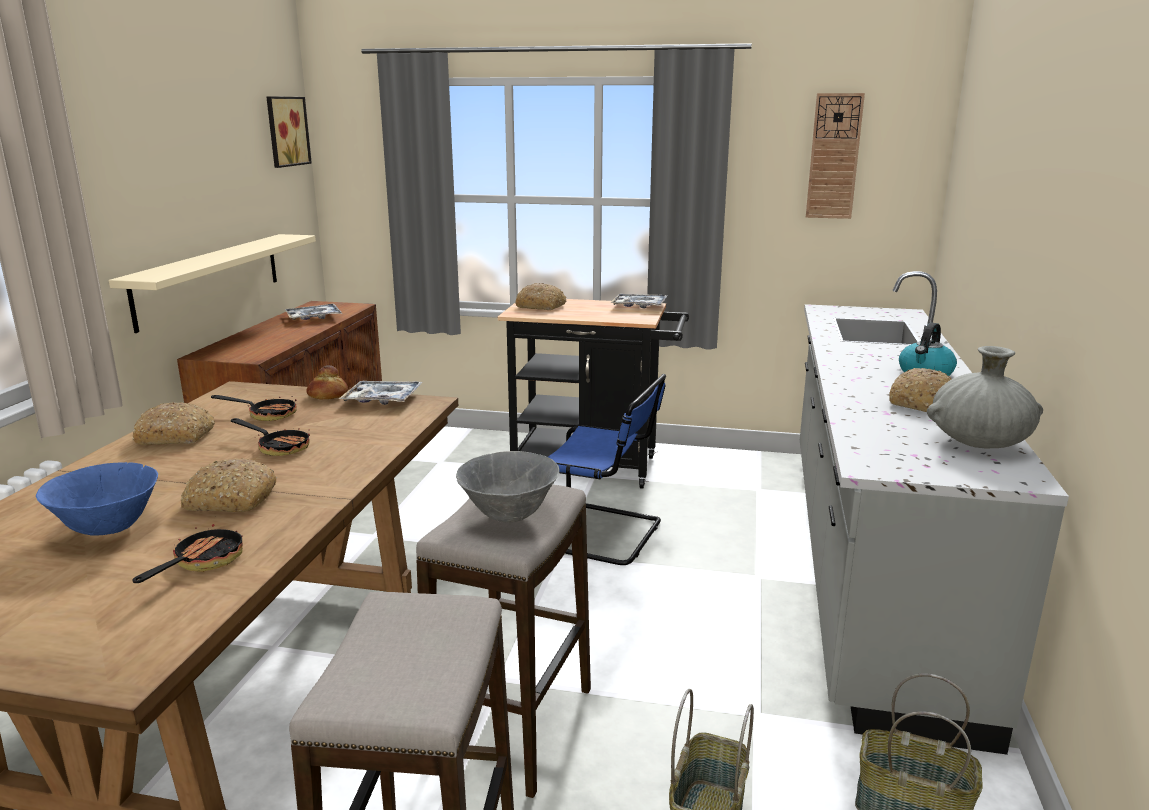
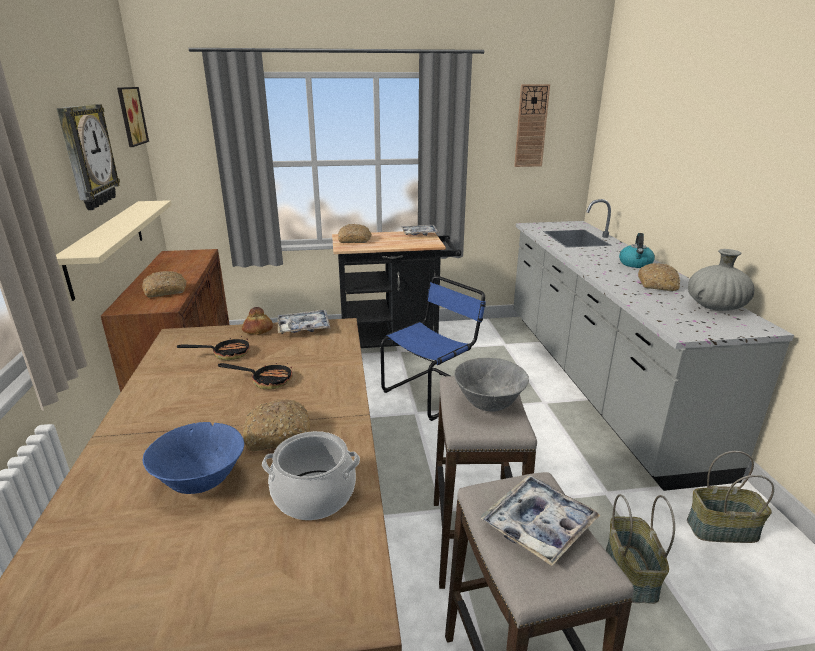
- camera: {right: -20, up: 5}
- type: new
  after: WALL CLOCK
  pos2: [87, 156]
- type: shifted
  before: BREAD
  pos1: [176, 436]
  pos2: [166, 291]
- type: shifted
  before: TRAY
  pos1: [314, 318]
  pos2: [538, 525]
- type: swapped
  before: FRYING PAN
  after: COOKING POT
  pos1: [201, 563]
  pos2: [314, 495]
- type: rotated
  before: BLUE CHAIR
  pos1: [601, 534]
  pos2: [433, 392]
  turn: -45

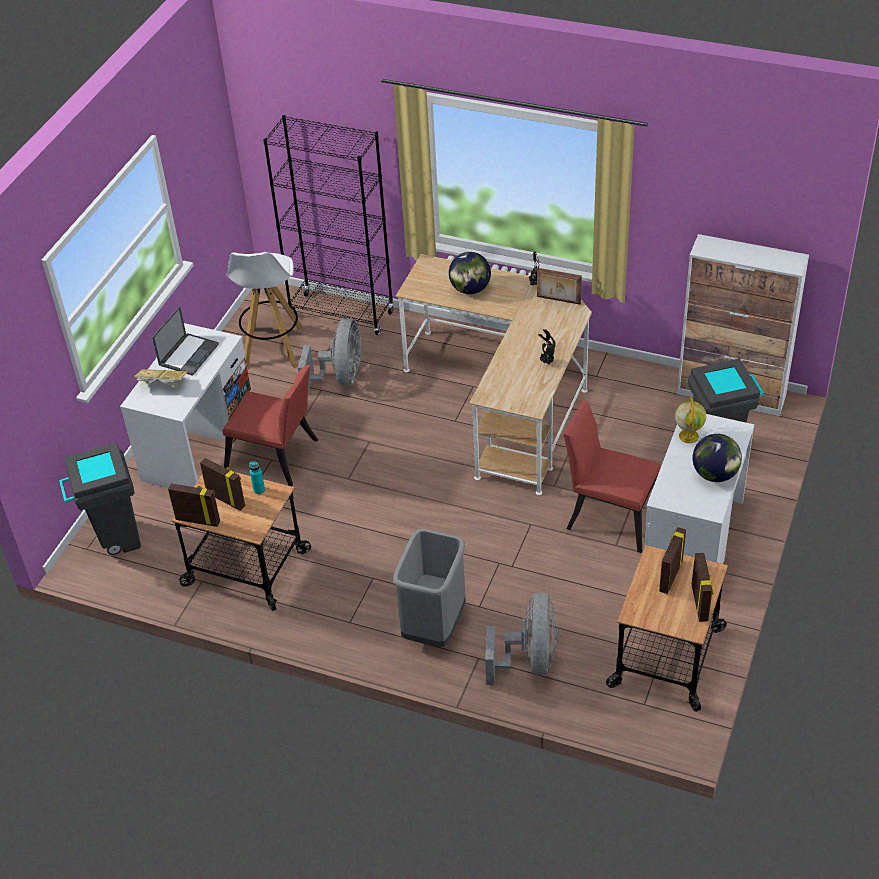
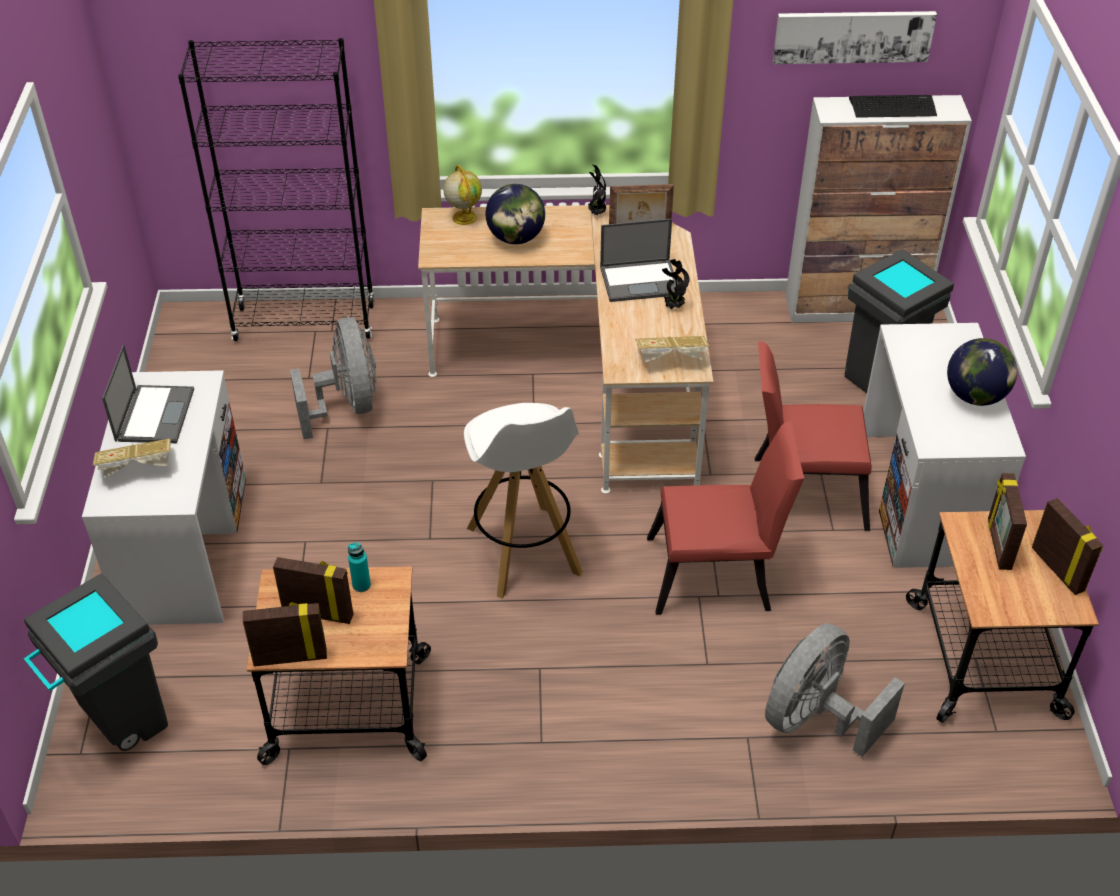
- camera: {right: -25, up: 0}
- type: gone
  before: GREY TRASH CAN
  pos1: [434, 626]
- type: new
  after: LAPTOP
  pos2: [640, 280]
- type: new
  after: BOOK
  pos2: [671, 360]
- type: new
  after: PICTURE
  pos2: [853, 36]
- type: new
  after: KEYBOARD
  pos2: [893, 107]
- type: shifted
  before: RED CHAIR
  pos1: [276, 458]
  pos2: [717, 574]
- type: shifted
  before: WHITE STOOL
  pos1: [272, 348]
  pos2: [524, 551]
- type: shifted
  before: GLOBE
  pos1: [688, 435]
  pos2: [464, 217]
- type: rotated
  before: GREY FAN
  pos1: [529, 660]
  pos2: [816, 719]
  turn: -120

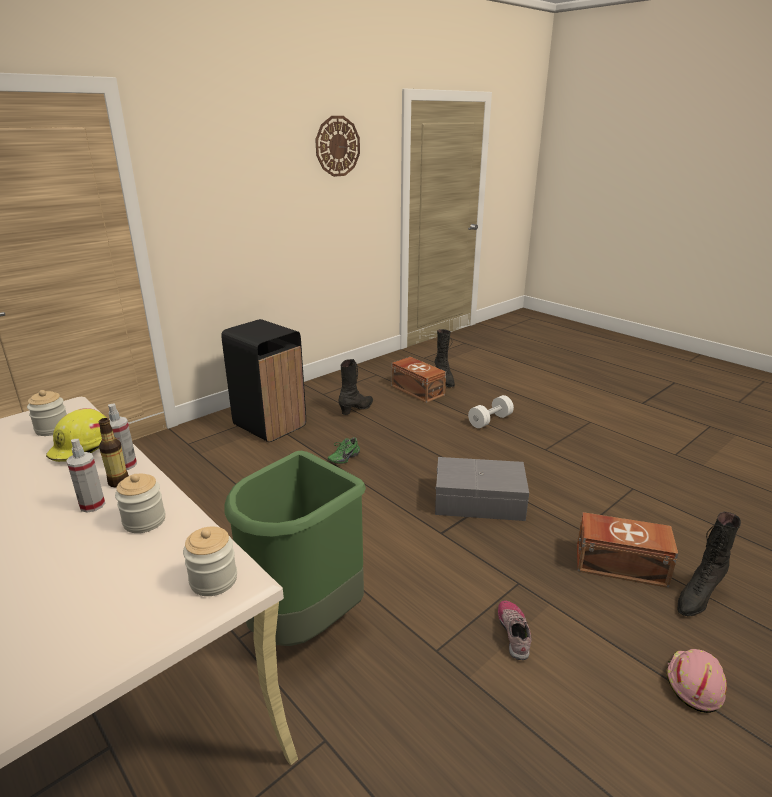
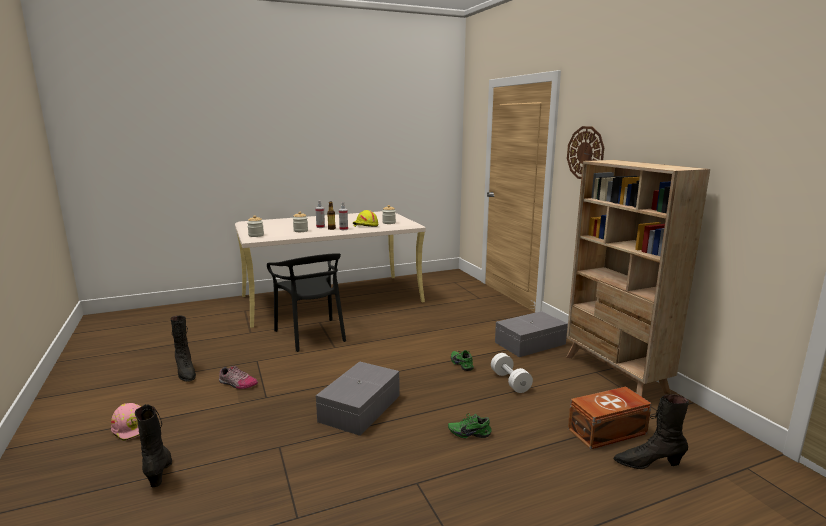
- camera: {right: 110, up: -10}
- type: gone
  before: BROWN STORAGE BOX
  pos1: [619, 563]
- type: new
  after: GREEN SHOE
  pos2: [469, 433]
- type: new
  after: BEIGE BOOKCASE
  pos2: [615, 374]
- type: shifted
  before: WALL CLOCK
  pos1: [337, 146]
  pos2: [585, 153]
- type: shifted
  before: BLACK BOOT
  pos1: [357, 409]
  pos2: [185, 372]
- type: shifted
  before: WHITE DUMBBELL
  pos1: [490, 420]
  pos2: [510, 381]
- type: swapped
  before: BLACK TRASH CAN
  after: GREY STORAGE BOX
  pos1: [270, 425]
  pos2: [531, 343]
- type: swapped
  before: GREEN TRASH CAN
  after: BLACK CHAIR
  pos1: [304, 623]
  pos2: [311, 335]

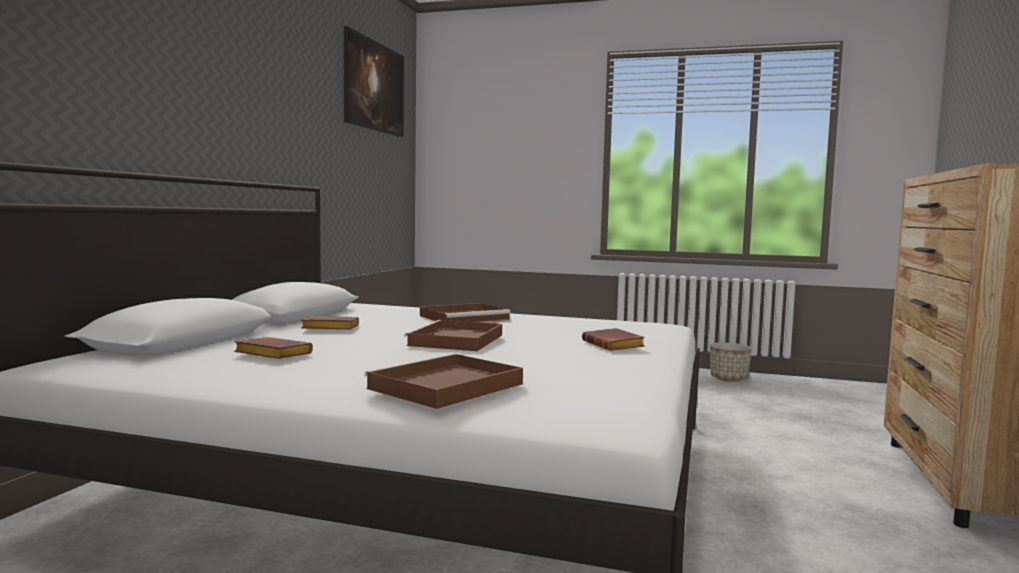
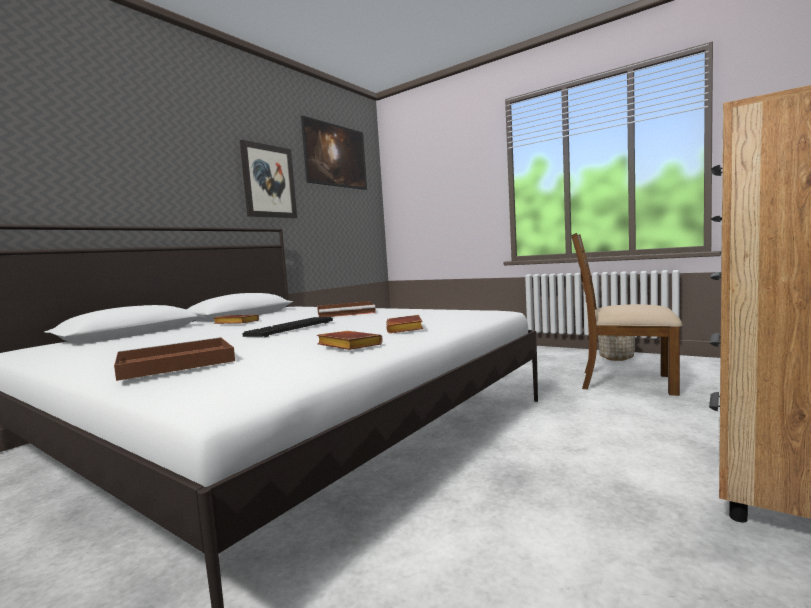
- camera: {right: 20, up: 0}
- type: new
  after: PICTURE
  pos2: [269, 181]
- type: new
  after: BROWN CHAIR
  pos2: [625, 382]
- type: shifted
  before: BROWN BOOK
  pos1: [270, 354]
  pos2: [347, 346]
- type: swapped
  before: BROWN TRAY
  after: KEYBOARD
  pos1: [456, 341]
  pos2: [291, 329]

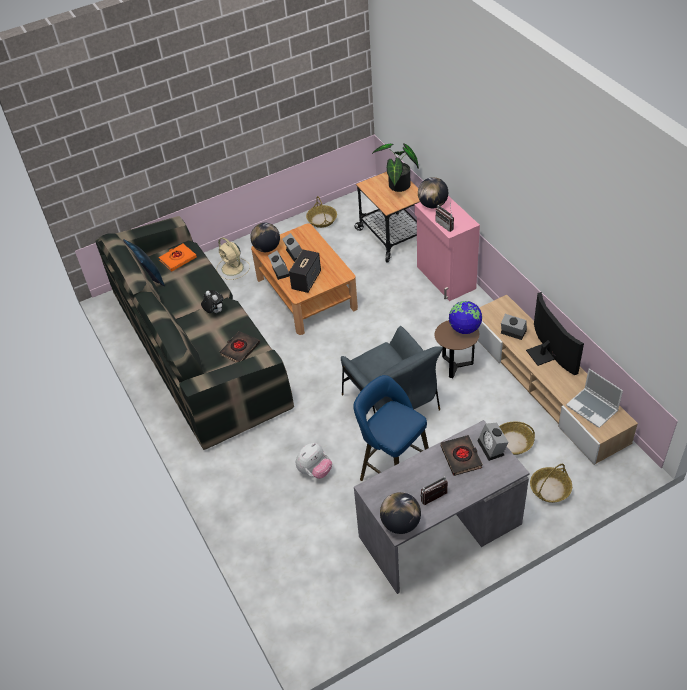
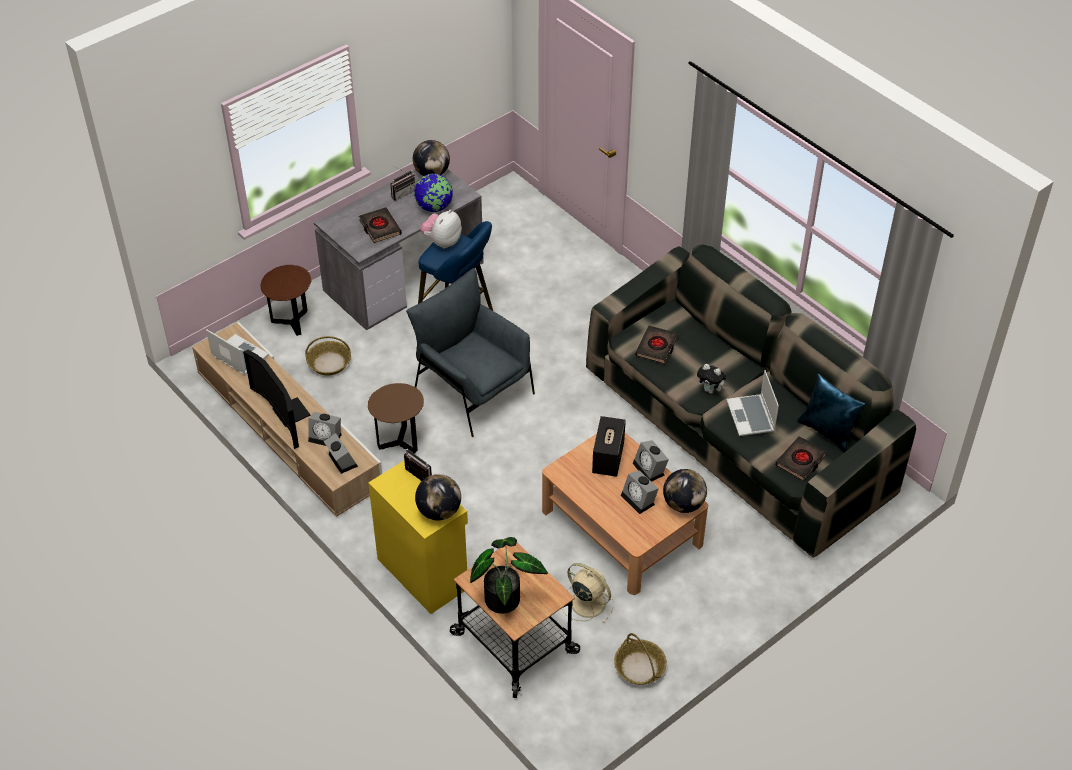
- camera: {right: 165, up: 0}
- type: new
  after: LAPTOP
  pos2: [751, 417]
- type: shifted
  before: BEIGE FAN
  pos1: [233, 268]
  pos2: [586, 602]
- type: shifted
  before: PLUSH TOY
  pos1: [314, 471]
  pos2: [442, 242]
- type: shifted
  before: GLOBE
  pos1: [464, 328]
  pos2: [434, 207]
- type: shifted
  before: ALARM CLOCK
  pos1: [492, 448]
  pos2: [341, 460]
- type: swapped
  before: BASKET
  after: BROWN SIDE TABLE
  pos1: [550, 489]
  pos2: [292, 322]
- type: repainted
  before: ORANGE BOOK
  after: BLACK BOOK
  pos1: [178, 259]
  pos2: [800, 461]
- type: repainted
  before: PINK CABINET
  after: YELLOW CABINET
  pos1: [445, 278]
  pos2: [423, 572]

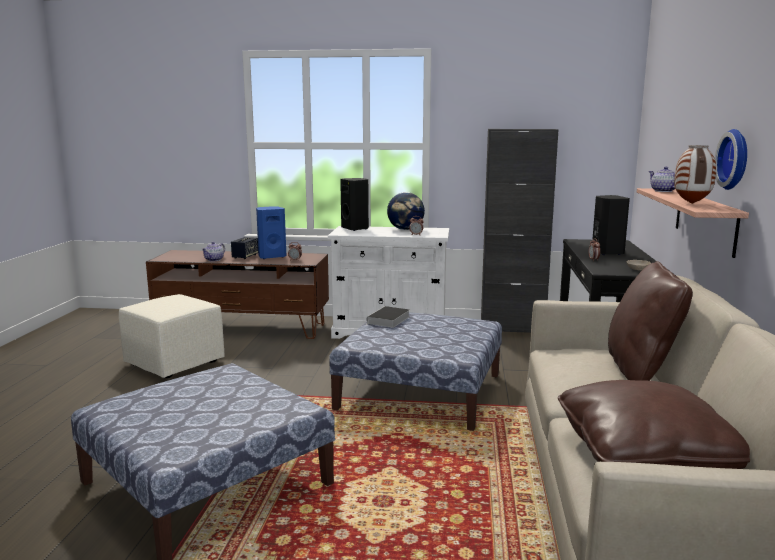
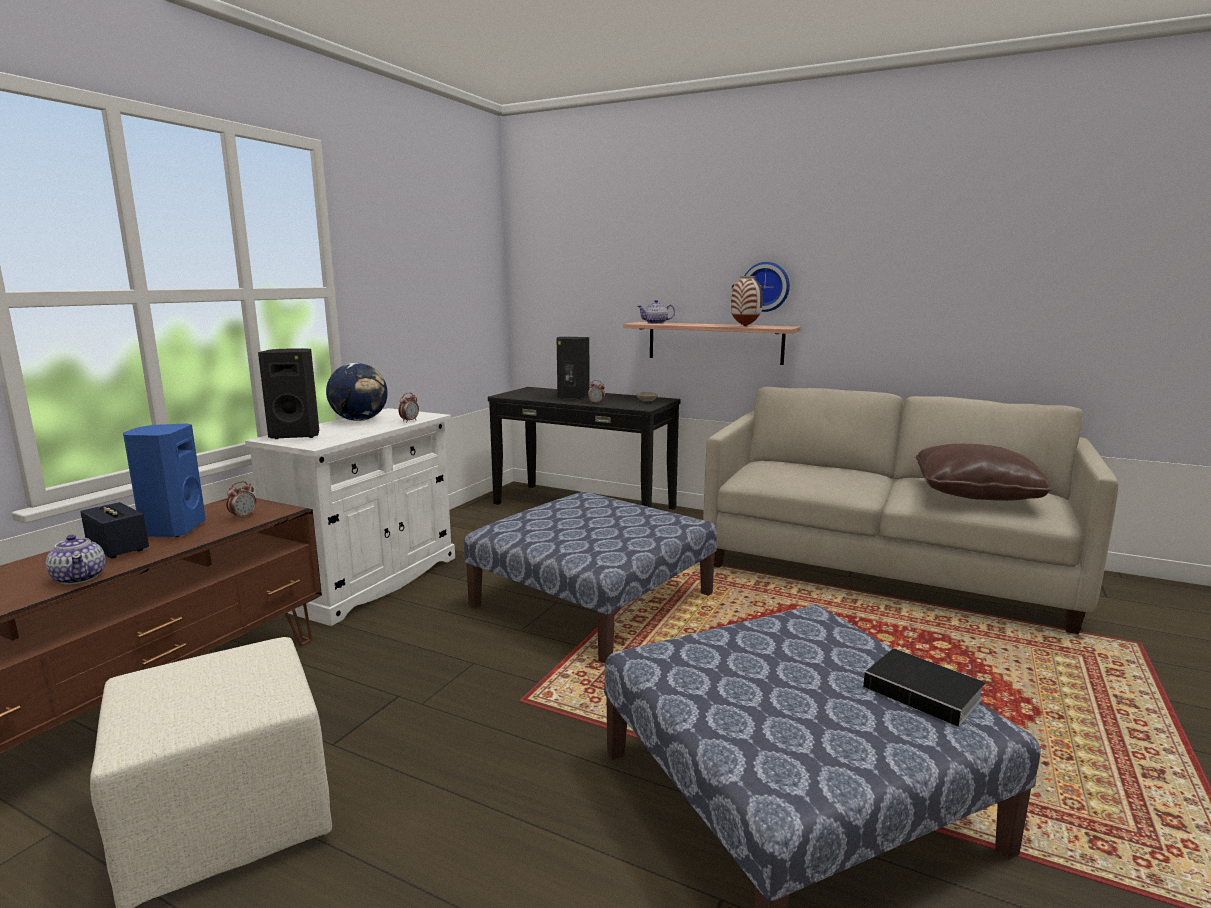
- camera: {right: -70, up: 0}
- type: gone
  before: BLACK CABINET
  pos1: [512, 328]
- type: gone
  before: BROWN PILLOW
  pos1: [641, 370]
- type: shifted
  before: BOOK
  pos1: [388, 320]
  pos2: [926, 693]

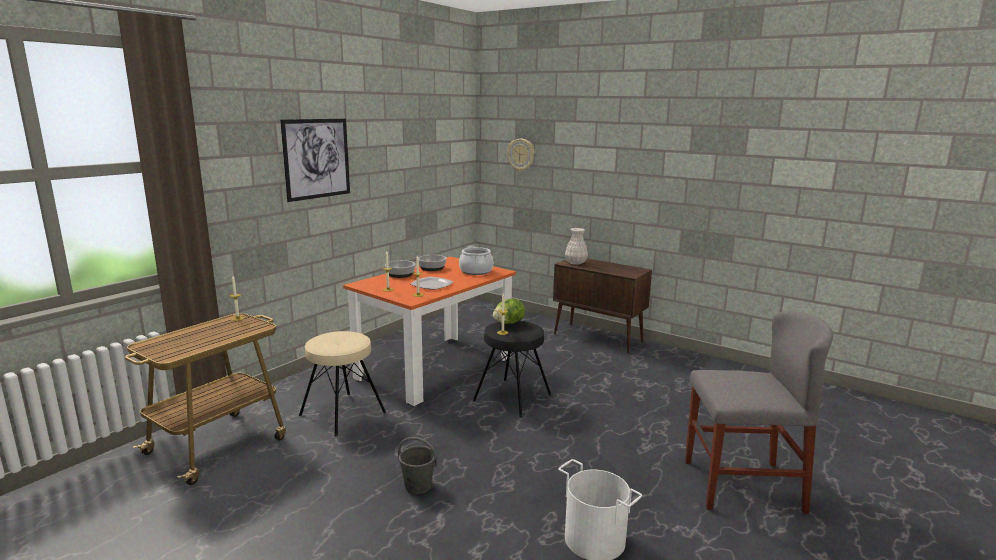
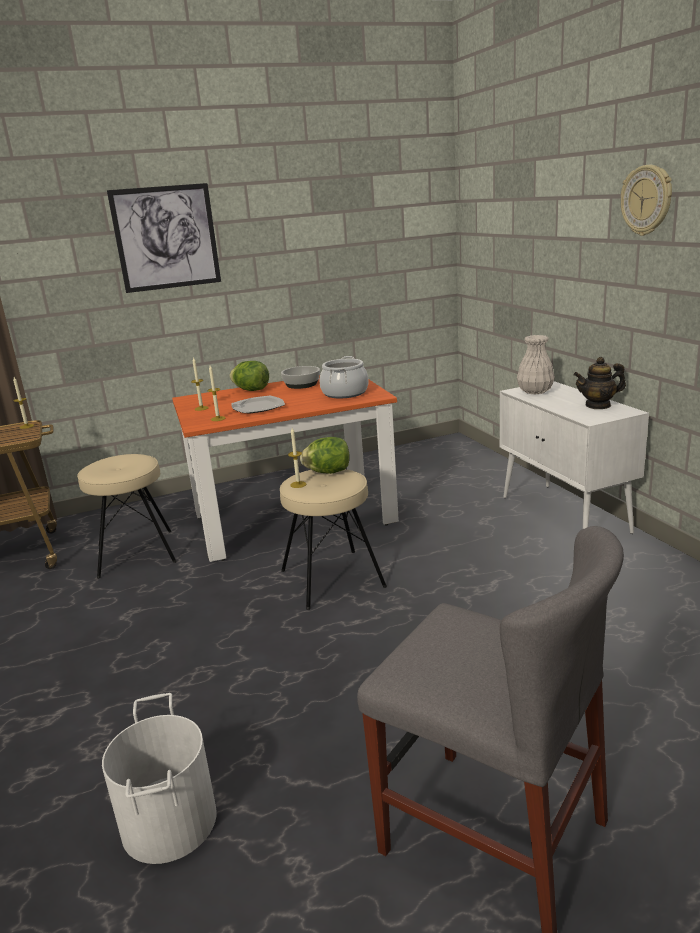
- camera: {right: 35, up: 5}
- type: gone
  before: GREY BUCKET
  pos1: [418, 486]
- type: new
  after: TEAPOT
  pos2: [598, 405]
- type: shifted
  before: WALL CLOCK
  pos1: [521, 155]
  pos2: [647, 200]
- type: swapped
  before: BOWL
  after: LETTUCE
  pos1: [400, 274]
  pos2: [251, 390]
- type: repainted
  before: BLACK STOOL
  after: BEIGE STOOL
  pos1: [512, 397]
  pos2: [332, 578]
- type: repainted
  before: BROWN CABINET
  after: WHITE CABINET
  pos1: [598, 338]
  pos2: [565, 515]

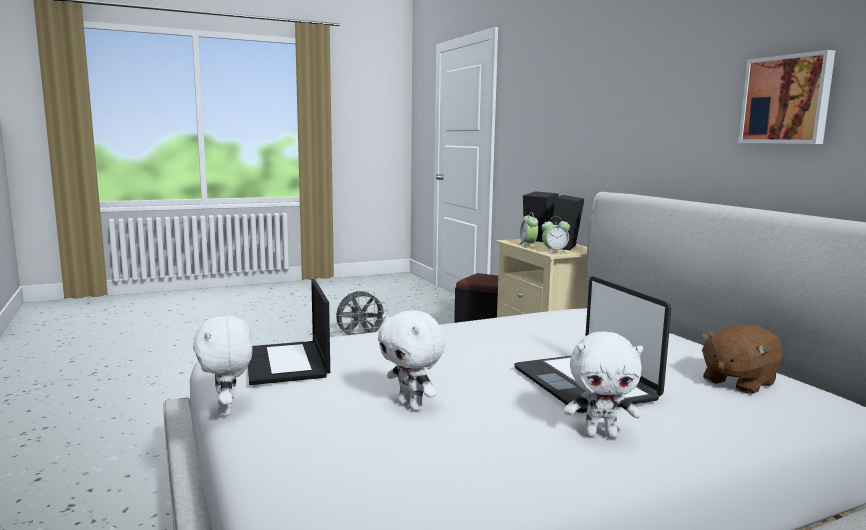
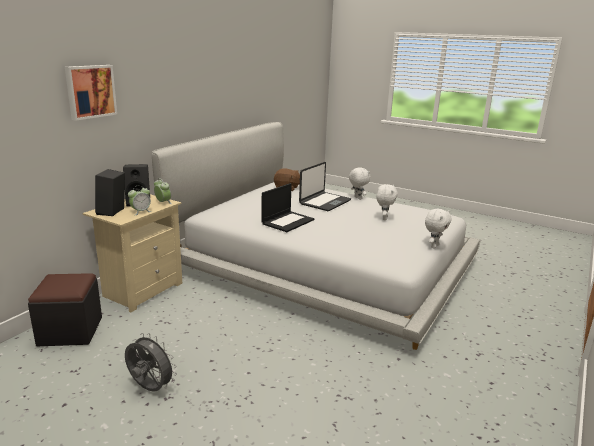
- camera: {right: -125, up: 10}
- type: shifted
  before: LAPTOP
  pos1: [287, 363]
  pos2: [288, 221]
- type: shifted
  before: PICTURE
  pos1: [787, 100]
  pos2: [90, 91]

